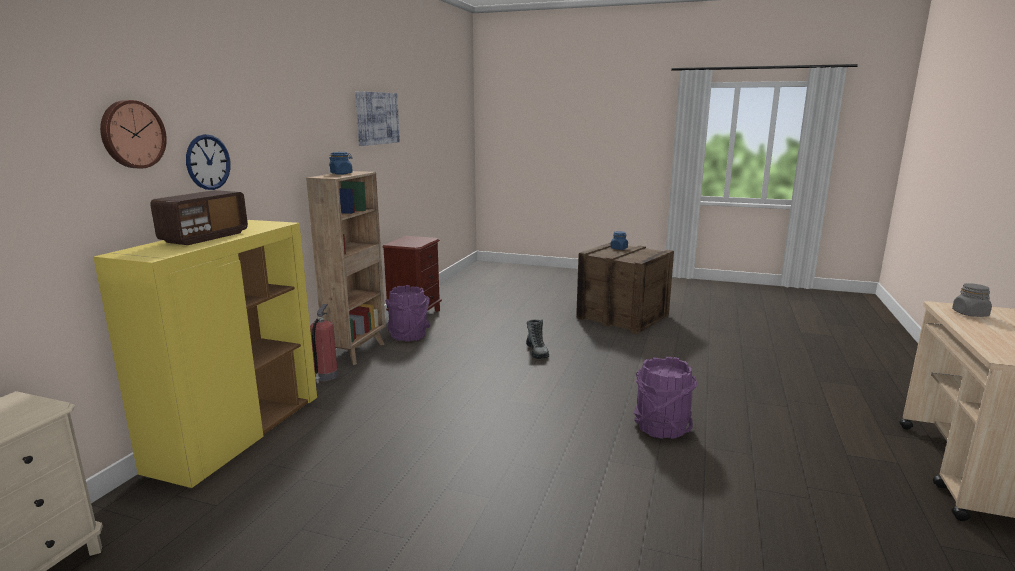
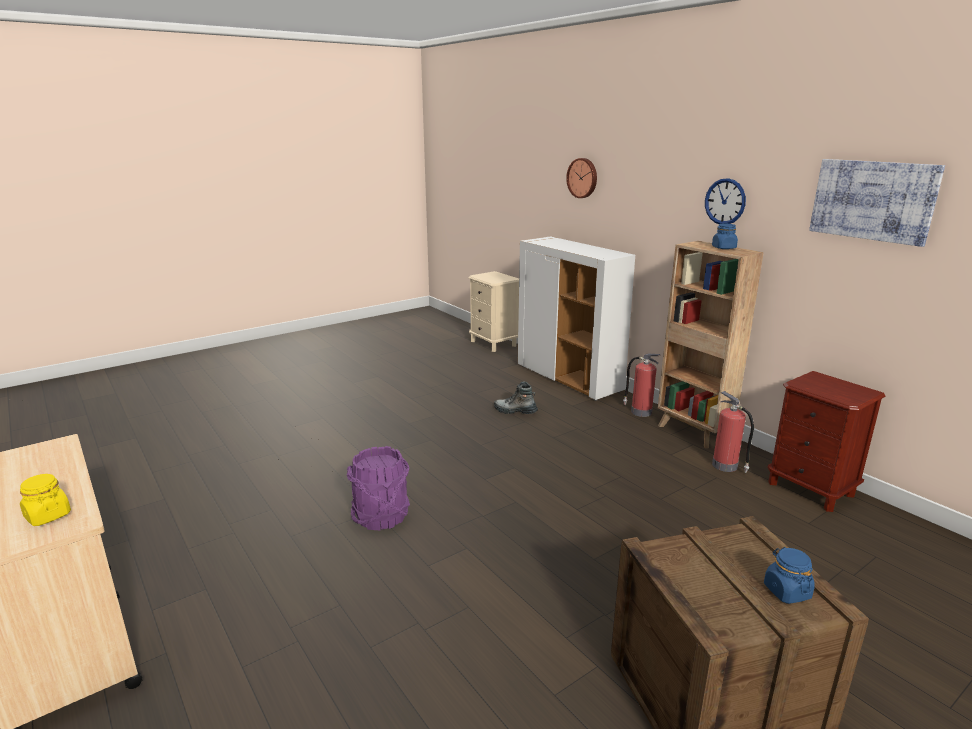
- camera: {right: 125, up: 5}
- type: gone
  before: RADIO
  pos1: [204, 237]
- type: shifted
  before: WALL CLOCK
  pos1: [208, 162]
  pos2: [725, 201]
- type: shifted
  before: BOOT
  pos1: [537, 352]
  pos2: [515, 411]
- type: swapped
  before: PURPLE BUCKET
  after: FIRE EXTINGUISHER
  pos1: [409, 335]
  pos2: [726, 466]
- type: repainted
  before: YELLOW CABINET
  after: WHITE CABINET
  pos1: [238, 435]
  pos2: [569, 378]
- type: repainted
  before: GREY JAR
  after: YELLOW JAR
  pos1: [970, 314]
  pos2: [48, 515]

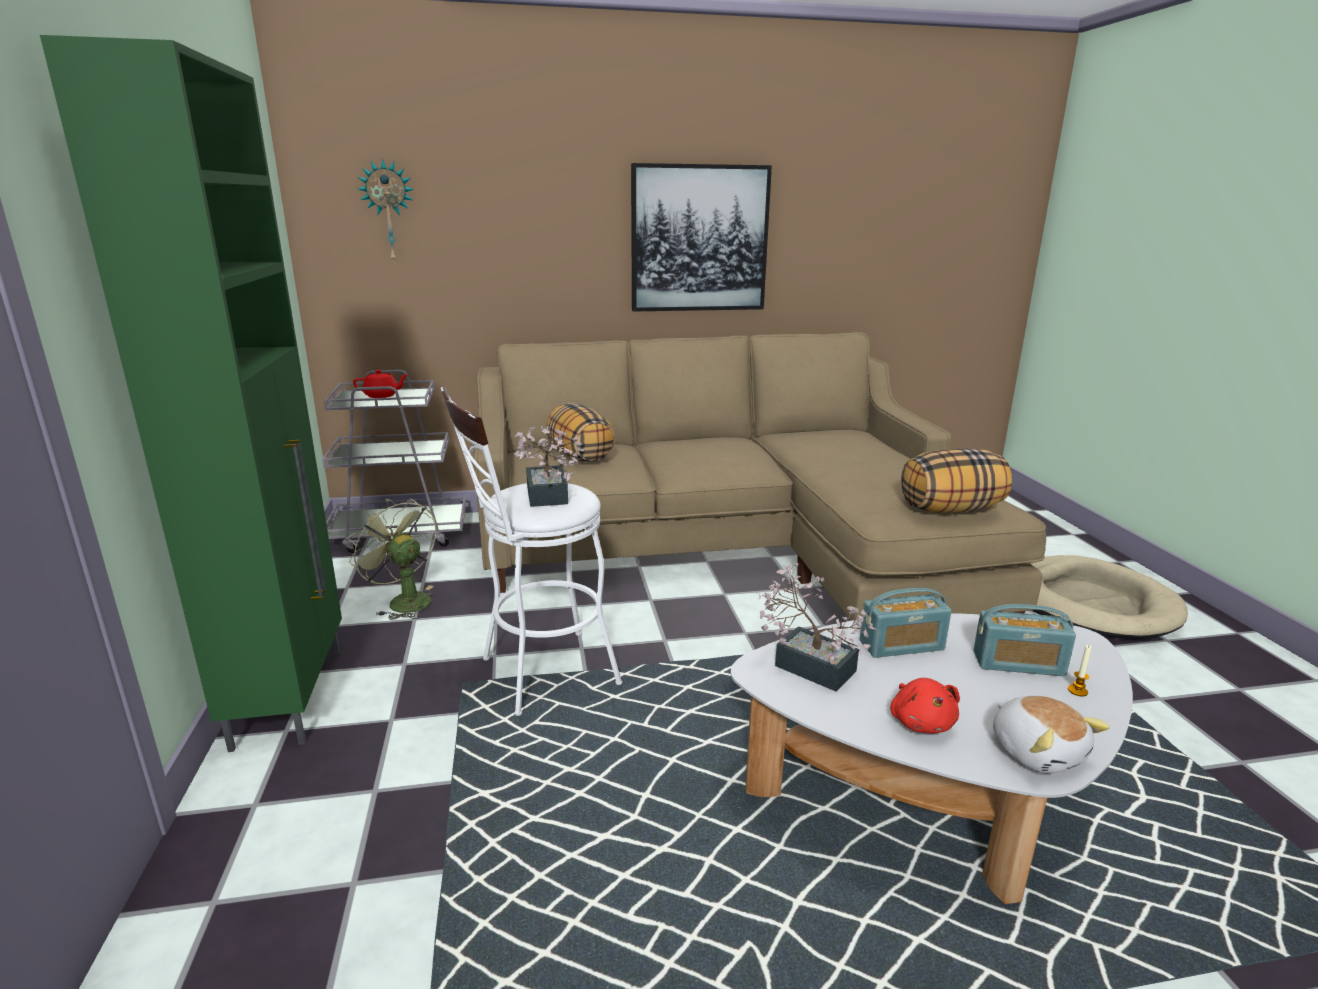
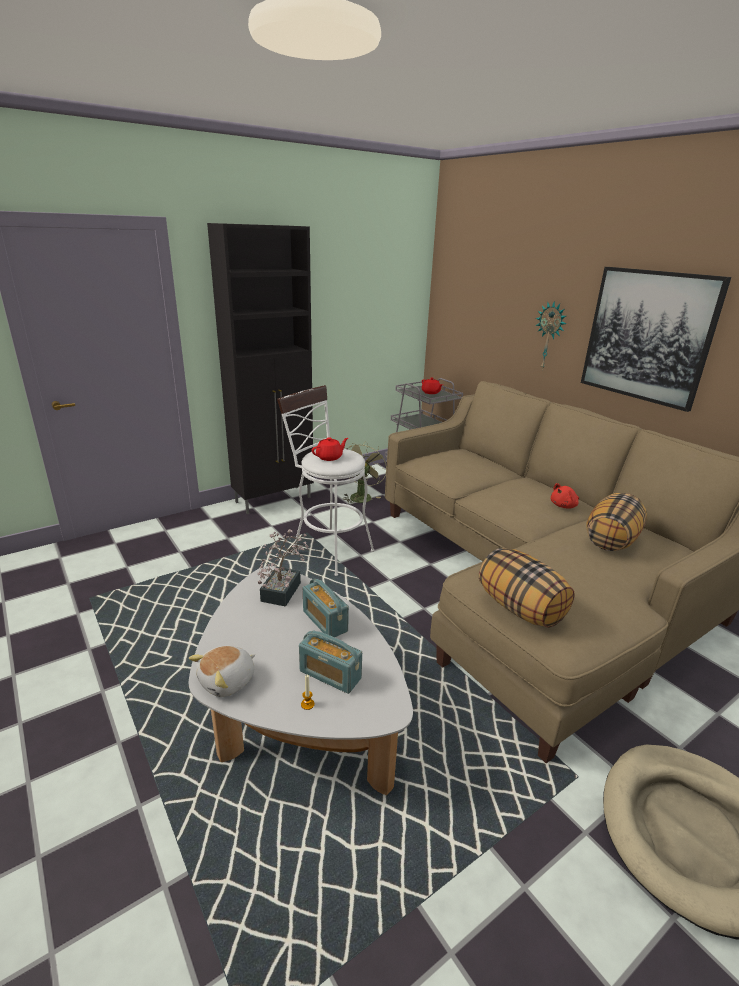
- camera: {right: 65, up: 5}
- type: shifted
  before: WALL CLOCK
  pos1: [389, 212]
  pos2: [549, 336]
- type: shifted
  before: PILLOW
  pos1: [579, 456]
  pos2: [611, 540]
- type: shifted
  before: RED PLUSH TOY
  pos1: [921, 722]
  pos2: [564, 506]
- type: swapped
  before: POTTED PLANT
  after: RED TEAPOT
  pos1: [546, 498]
  pos2: [330, 457]
- type: repainted
  before: GREEN CABINET
  after: BLACK CABINET
  pos1: [291, 695]
  pos2: [274, 499]
- type: rotated
  before: RADIO
  pos1: [1018, 664]
  pos2: [330, 675]
  turn: -45

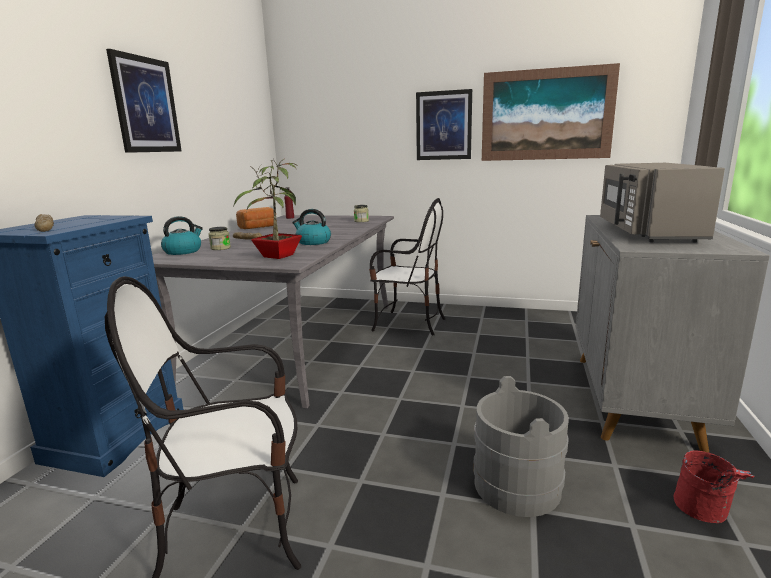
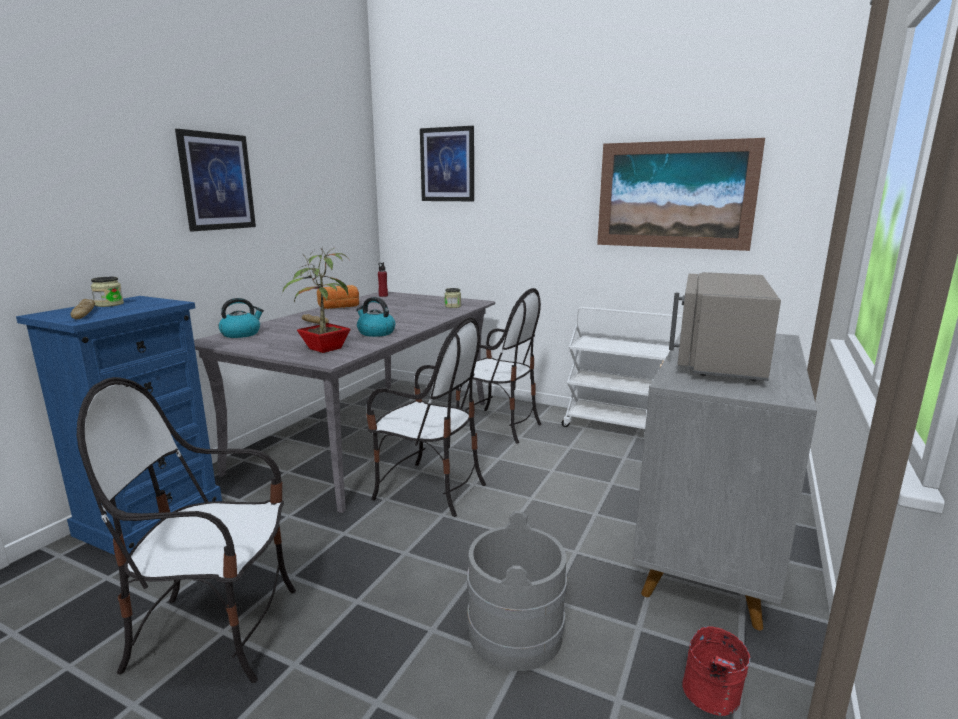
- camera: {right: 10, up: 0}
- type: new
  after: CHAIR
  pos2: [429, 490]
- type: new
  after: WHITE CART
  pos2: [620, 428]
- type: shifted
  before: JAR
  pos1: [220, 248]
  pos2: [109, 304]
- type: shifted
  before: PICTURE
  pos1: [443, 125]
  pos2: [447, 164]

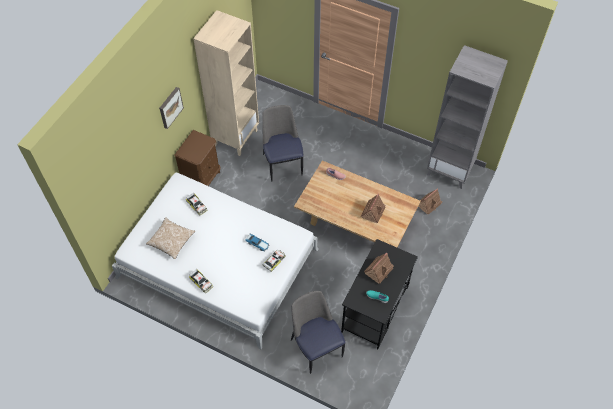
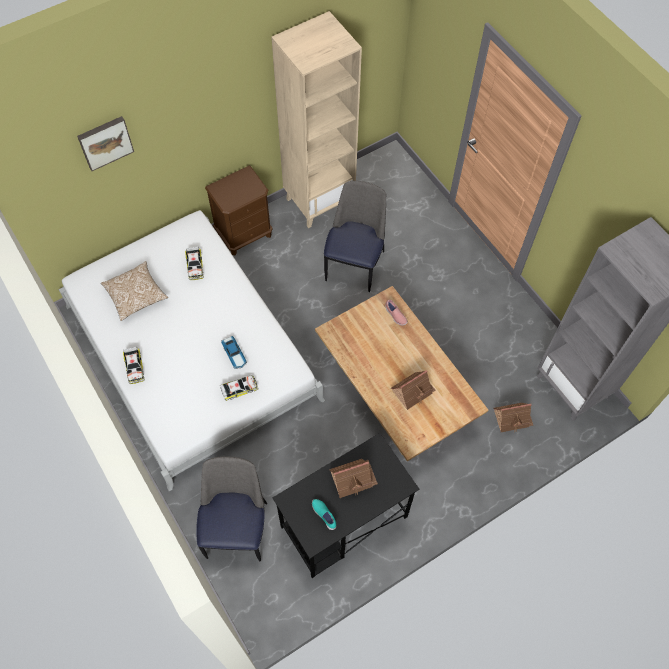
- camera: {right: 30, up: 5}
- type: shifted
  before: PICTURE
  pos1: [170, 107]
  pos2: [105, 142]

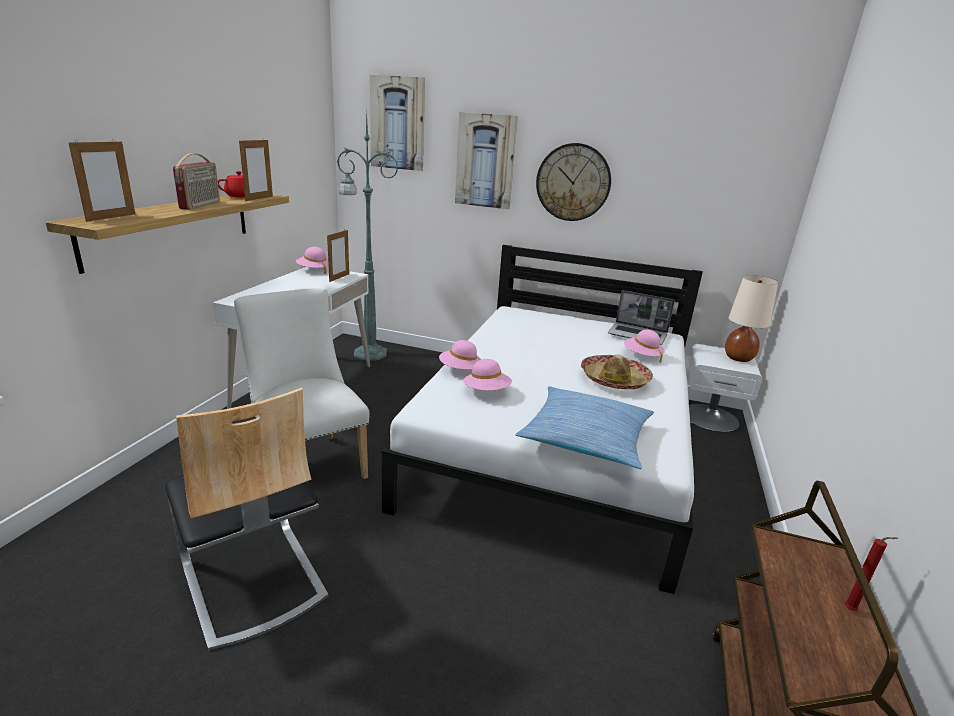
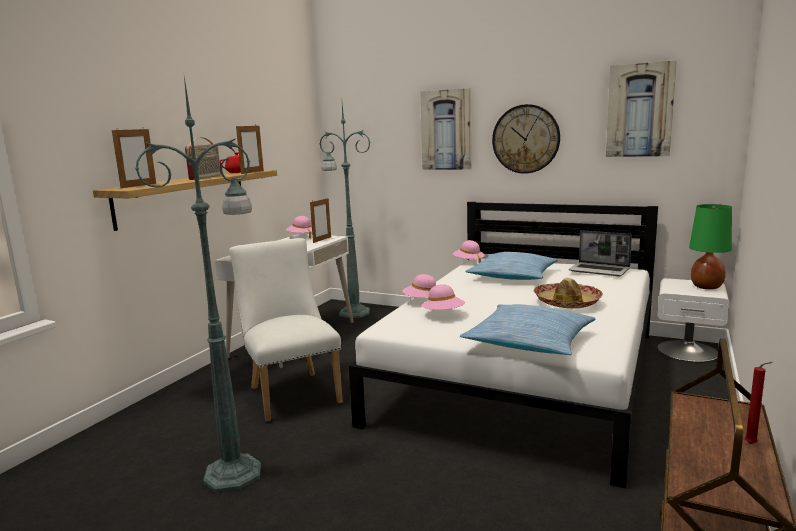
- camera: {right: 10, up: -10}
- type: new
  after: PILLOW
  pos2: [512, 276]
- type: shifted
  before: PICTURE
  pos1: [398, 123]
  pos2: [640, 110]
- type: shifted
  before: PINK HAT
  pos1: [642, 356]
  pos2: [468, 262]
- type: swapped
  before: CHAIR
  after: GREEN FLOOR LAMP
  pos1: [252, 580]
  pos2: [236, 473]
- type: repainted
  before: BEIGE TABLE LAMP
  after: GREEN TABLE LAMP
  pos1: [738, 358]
  pos2: [706, 287]

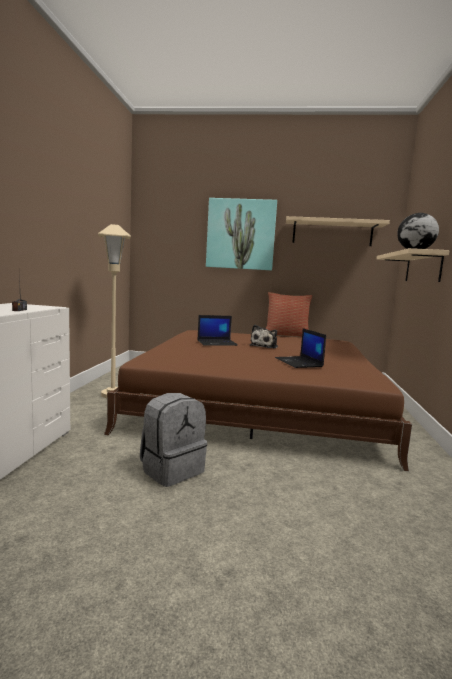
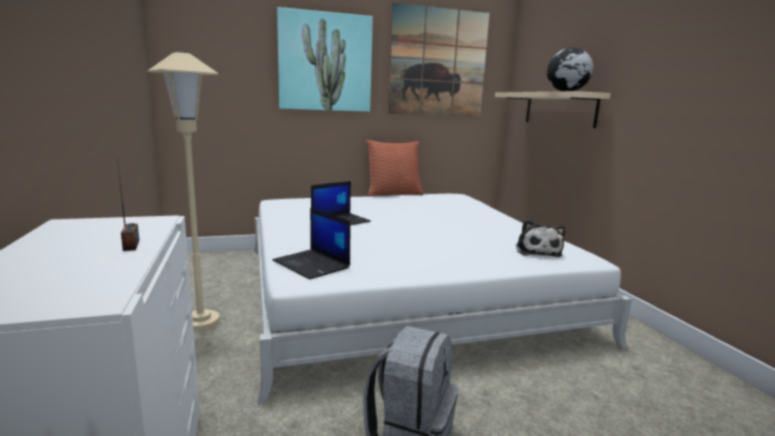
- camera: {right: -25, up: 5}
- type: shifted
  before: PLUSH TOY
  pos1: [265, 346]
  pos2: [537, 251]
- type: shifted
  before: LAPTOP
  pos1: [299, 362]
  pos2: [312, 264]
- type: swapped
  before: BEIGE SHELF
  after: PICTURE
  pos1: [332, 233]
  pos2: [438, 63]
- type: repainted
  before: BROWN BED
  after: WHITE BED
  pos1: [258, 401]
  pos2: [400, 289]

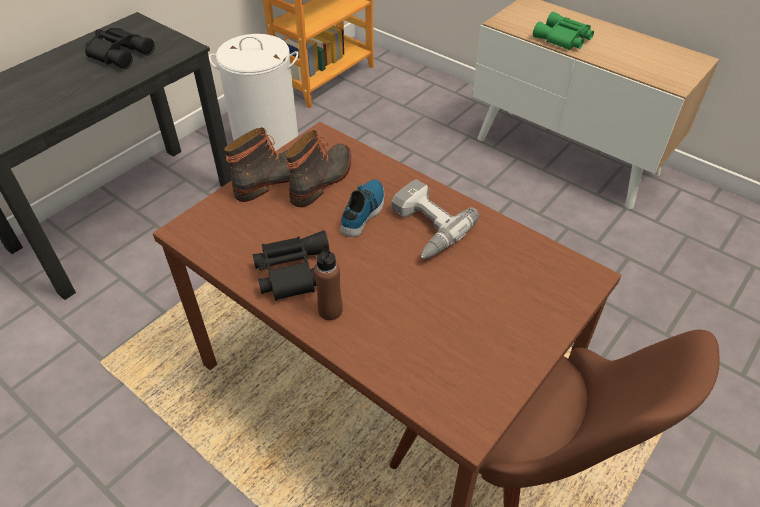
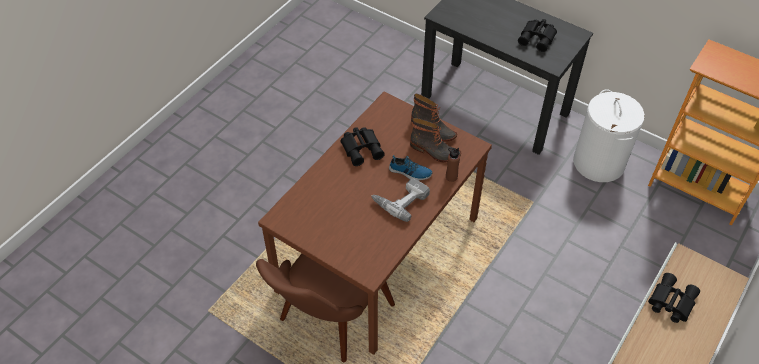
- camera: {right: 85, up: 5}
- type: shifted
  before: BROWN BOTTLE
  pos1: [330, 311]
  pos2: [451, 177]
- type: repainted
  before: GREEN BINOCULARS
  after: BLACK BINOCULARS
  pos1: [563, 39]
  pos2: [670, 302]

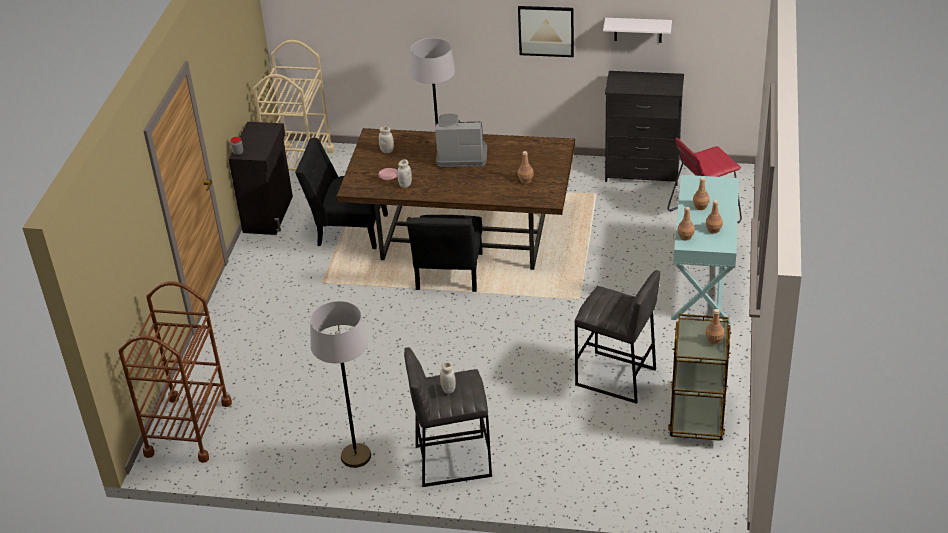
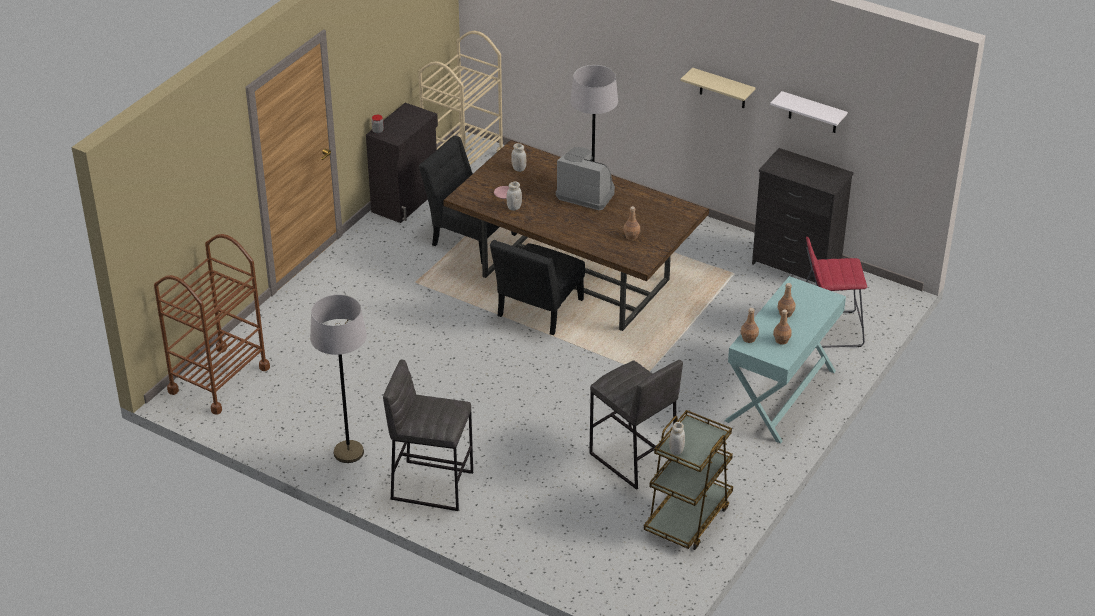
- camera: {right: 20, up: 0}
- type: gone
  before: BROWN BOTTLE
  pos1: [714, 340]
- type: shifted
  before: WHITE JAR
  pos1: [448, 389]
  pos2: [676, 450]
- type: swapped
  before: PICTURE
  after: BEIGE SHELF
  pos1: [546, 31]
  pos2: [722, 89]

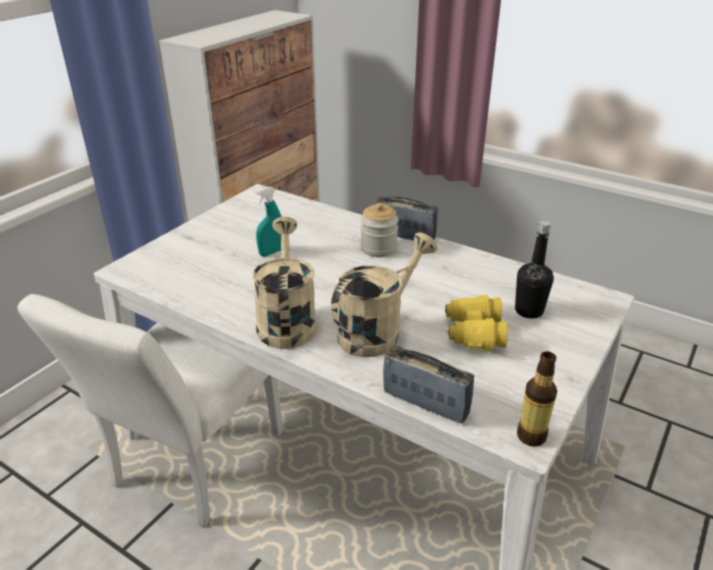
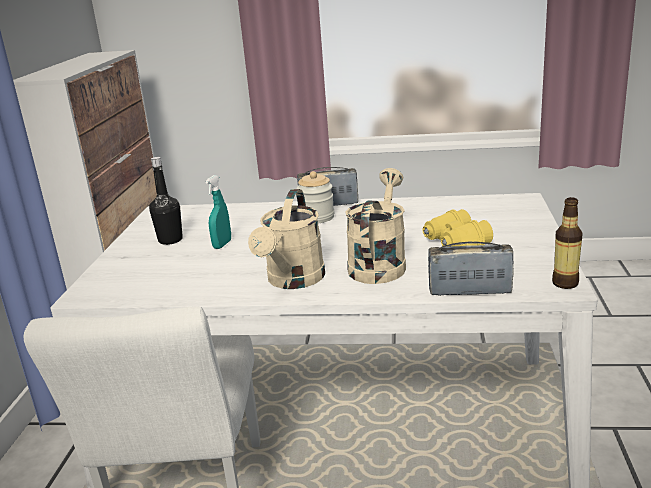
- camera: {right: -25, up: -10}
- type: shifted
  before: BLACK BOTTLE
  pos1: [529, 311]
  pos2: [170, 240]
- type: rotated
  before: BEIGE WATERING CAN
  pos1: [286, 320]
  pos2: [293, 281]
  turn: -135

